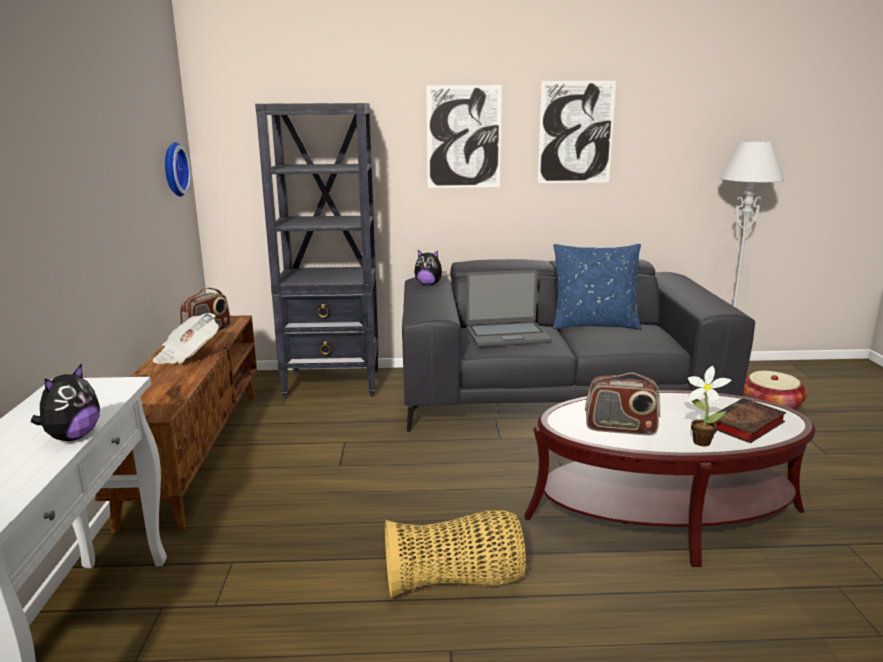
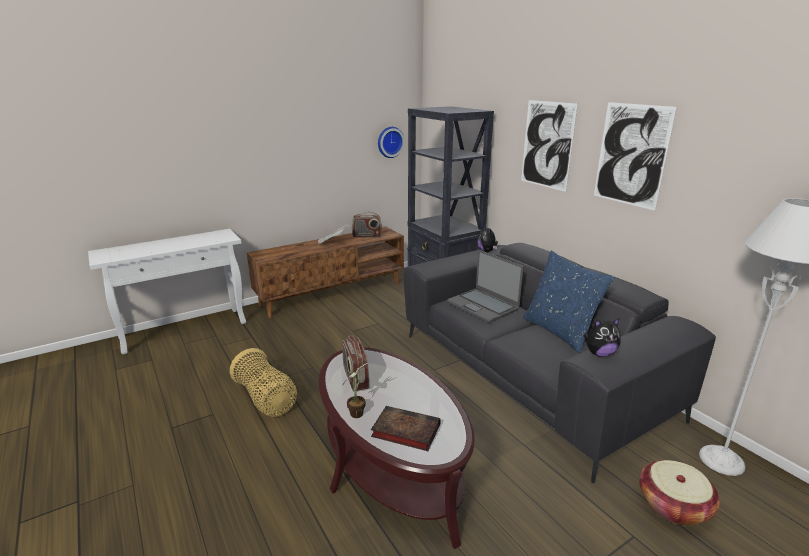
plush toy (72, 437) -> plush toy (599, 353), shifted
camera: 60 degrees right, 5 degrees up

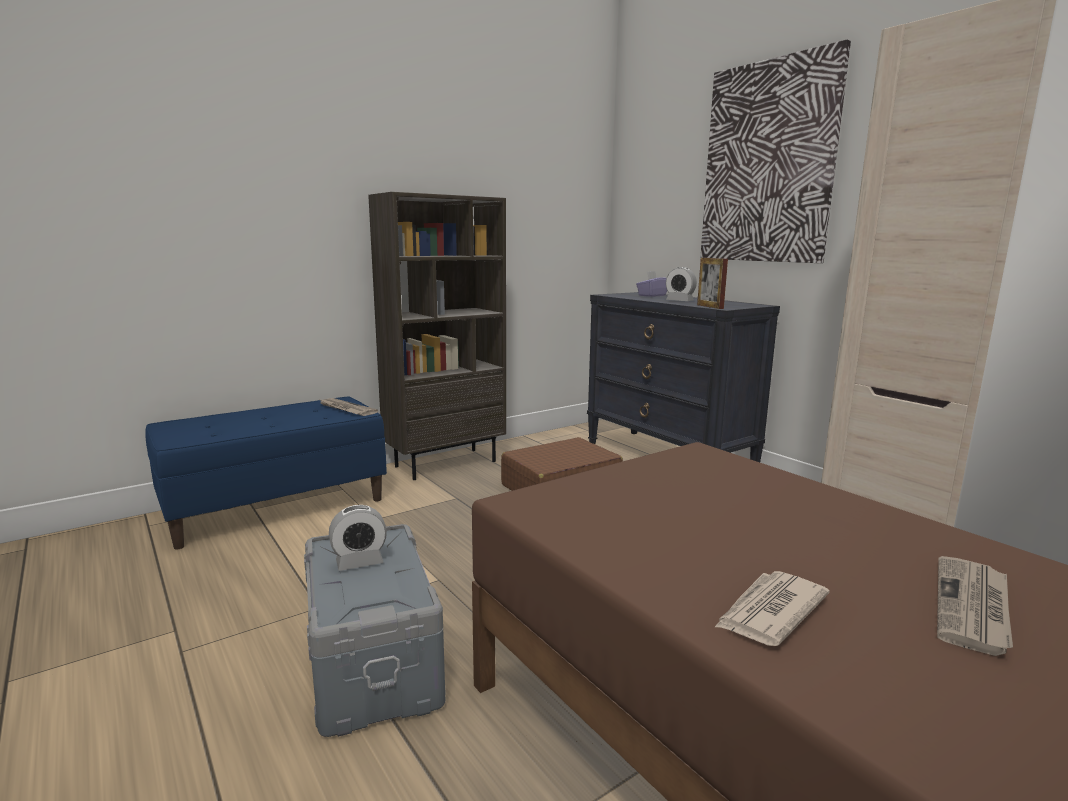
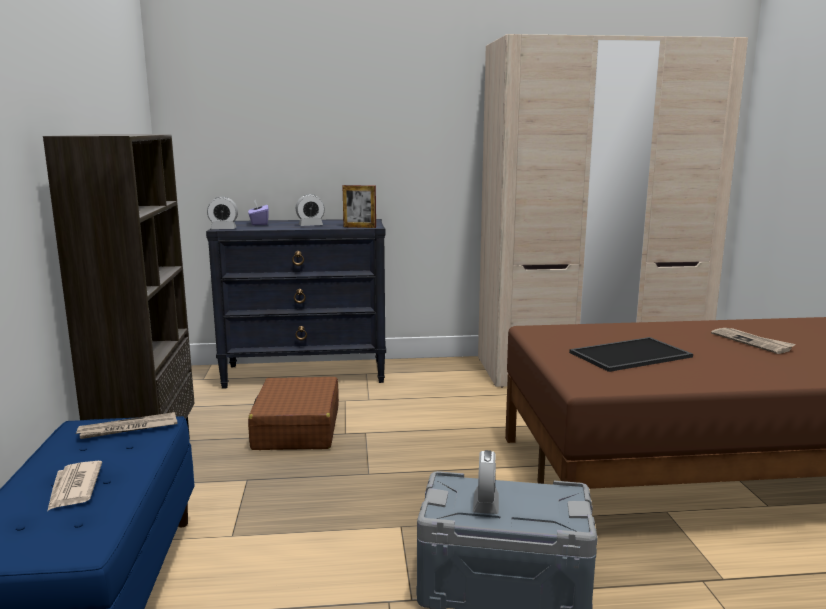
picture (768, 163) -> none
newspaper (769, 611) -> newspaper (74, 488), shifted
none -> bedside clock (223, 229)
none -> serving tray (630, 355)
camera: 60 degrees left, 0 degrees up

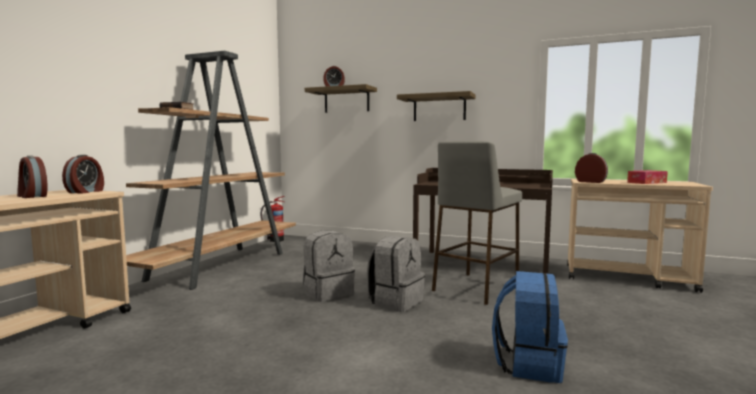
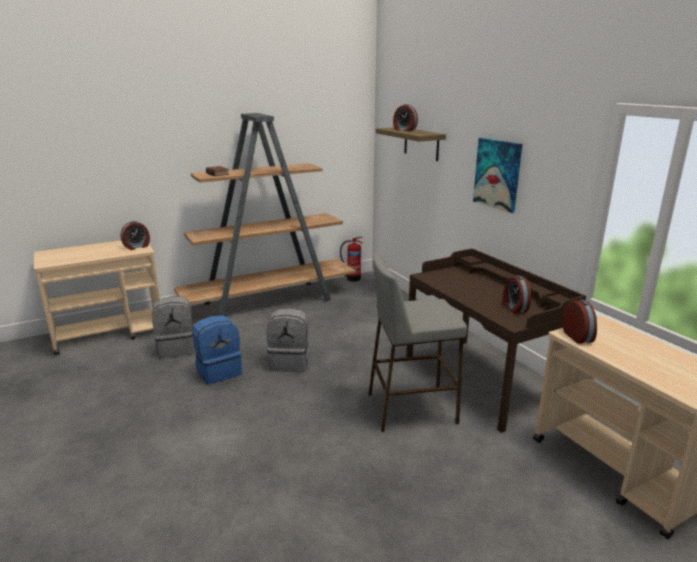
bedside clock (31, 196) -> bedside clock (514, 308), shifted
grey rucksack (395, 302) -> grey rucksack (177, 348), shifted
shelf (439, 108) -> picture (497, 174)
bluish rucksack (528, 364) -> bluish rucksack (219, 371), shifted
tissue box (646, 182) -> none
camera: 40 degrees right, 15 degrees up

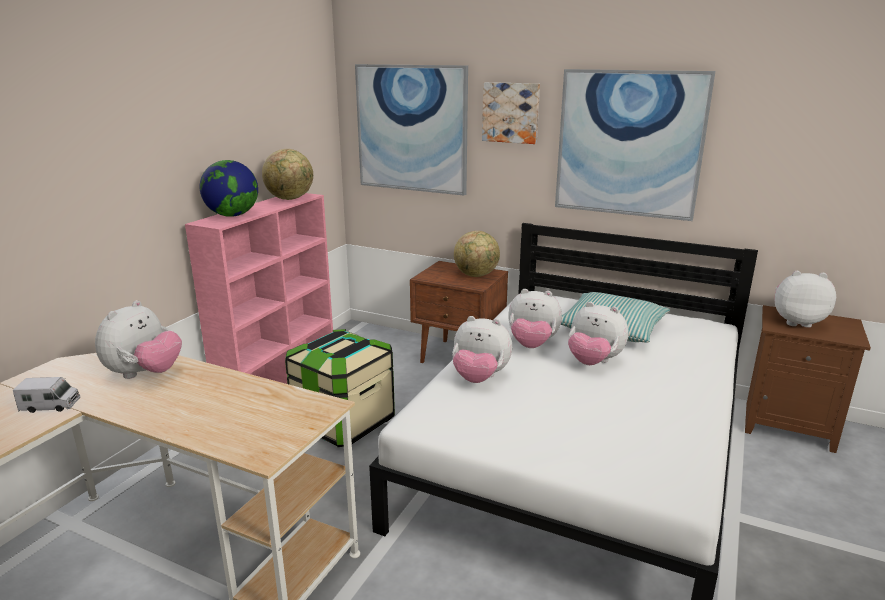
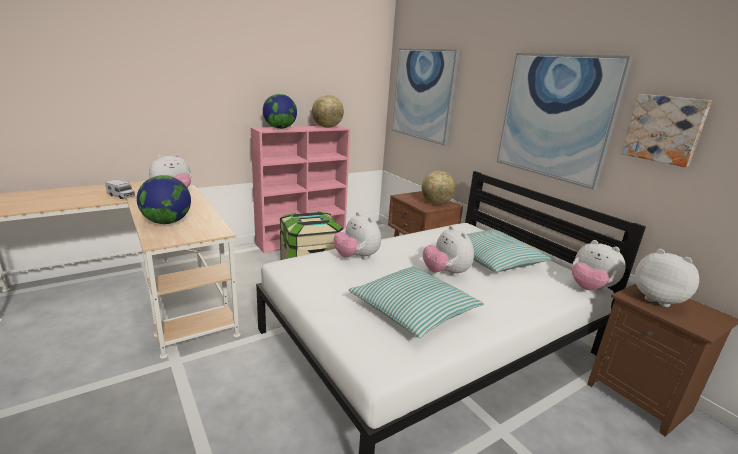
picture (511, 112) -> picture (664, 129), shifted
plush toy (532, 345) -> plush toy (590, 288), shifted
none -> world globe (167, 222)
none -> pillow (413, 310)
camera: 30 degrees right, 0 degrees up

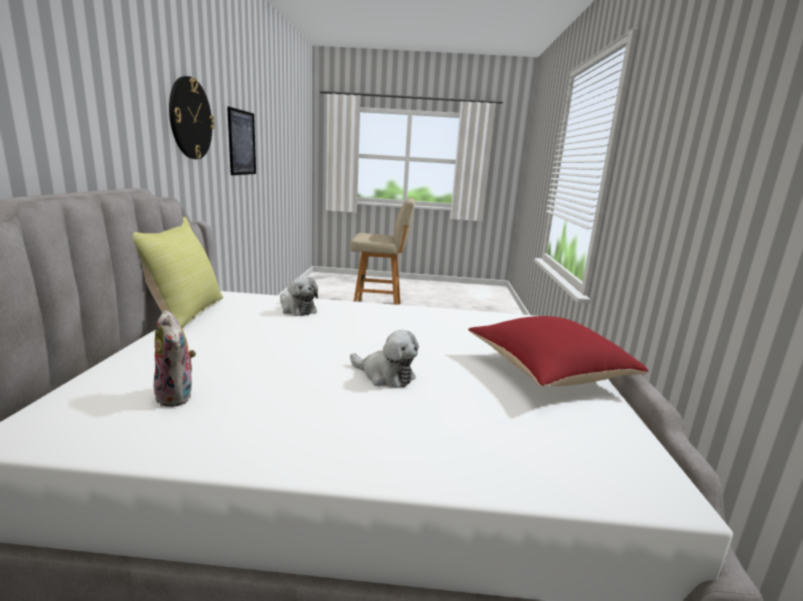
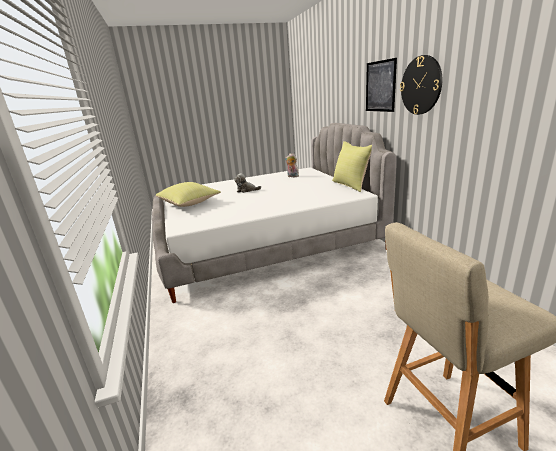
picture (242, 143) -> picture (380, 86), shifted
plush toy (297, 309) -> none
red pillow (545, 372) -> yellowish pillow (190, 204)
camera: 160 degrees right, 5 degrees up

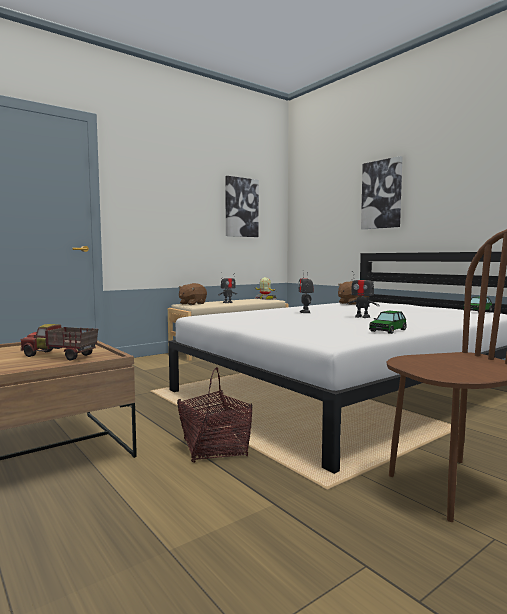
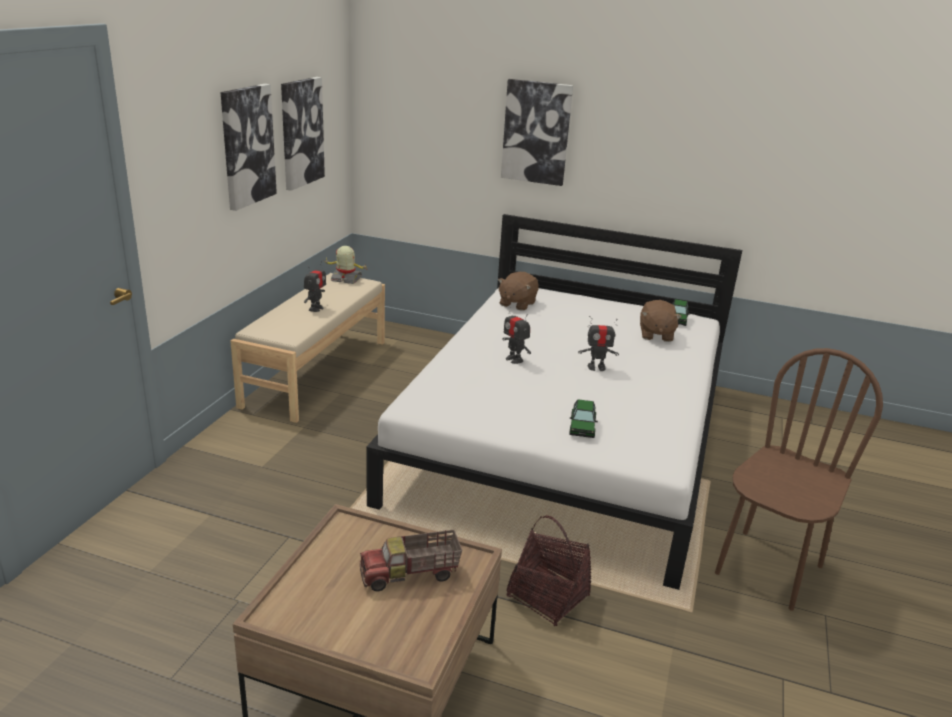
brown-coloured plush toy (192, 304) -> brown-coloured plush toy (655, 335), shifted
miniature car (388, 330) -> miniature car (582, 427), shifted
none -> picture (247, 146)
camera: 35 degrees left, 20 degrees up

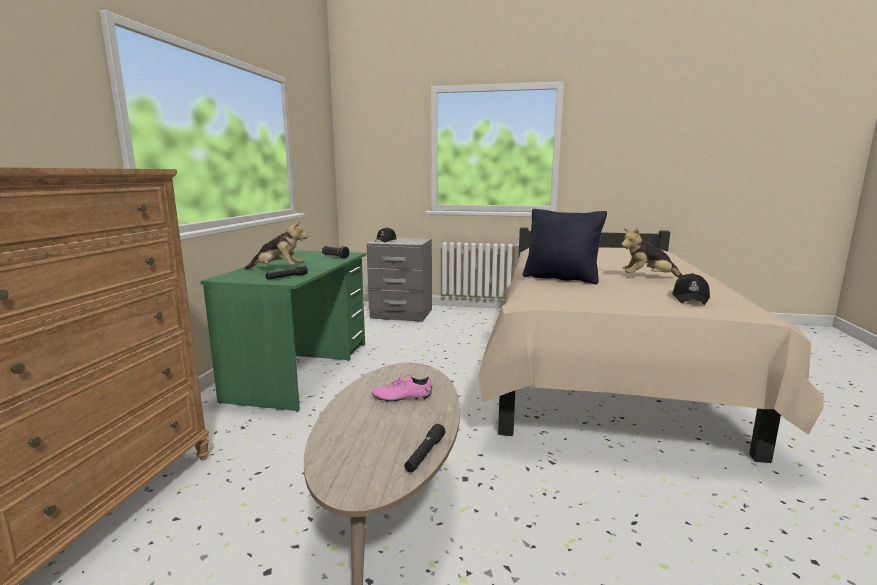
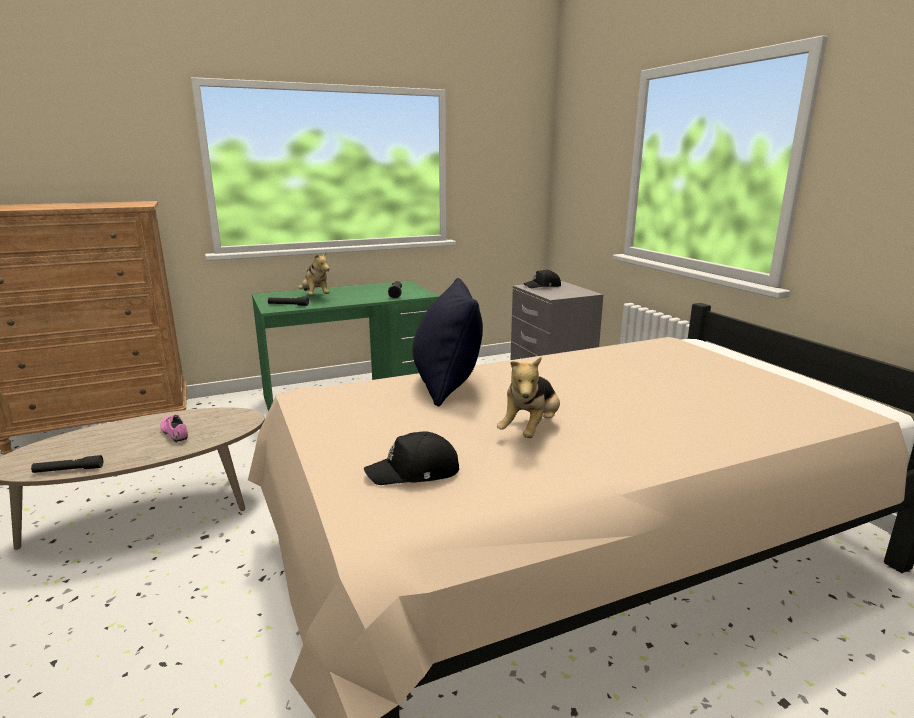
plush toy (647, 278) -> plush toy (530, 430), 120 degrees counterclockwise
camera: 55 degrees right, 5 degrees up

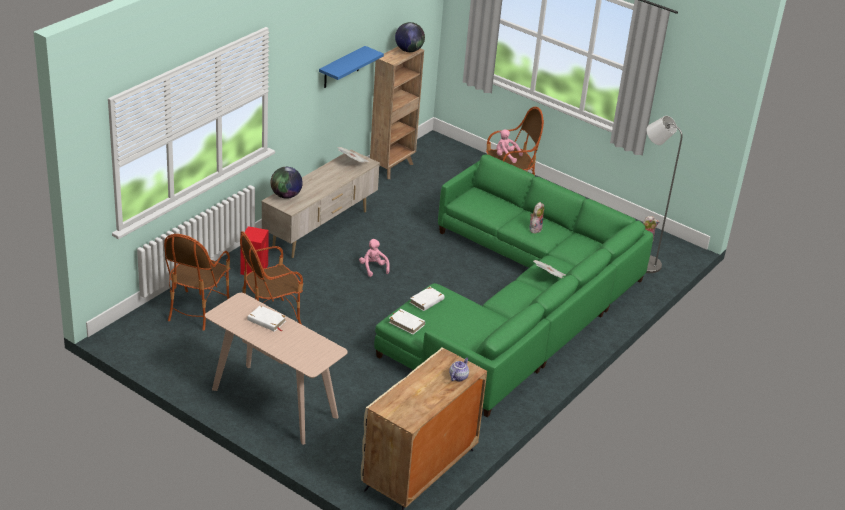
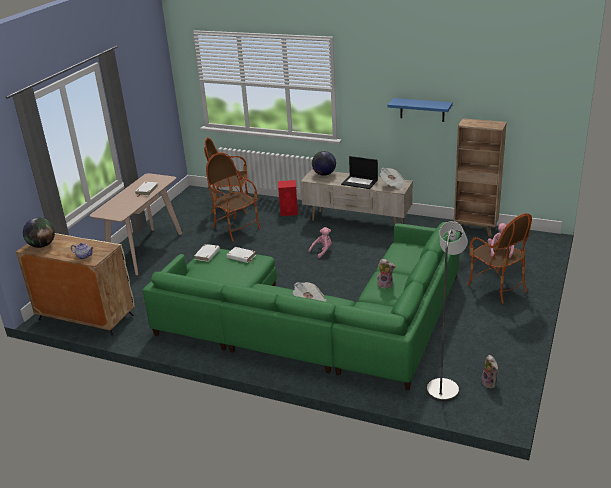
world globe (408, 50) -> world globe (42, 245), shifted
none -> notebook computer (360, 182)
camera: 80 degrees right, 5 degrees down

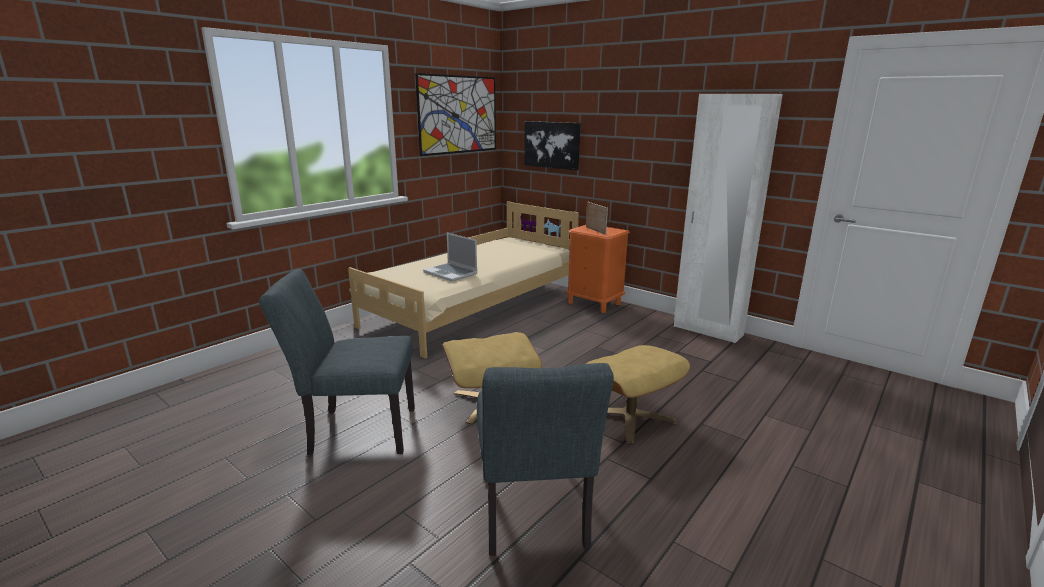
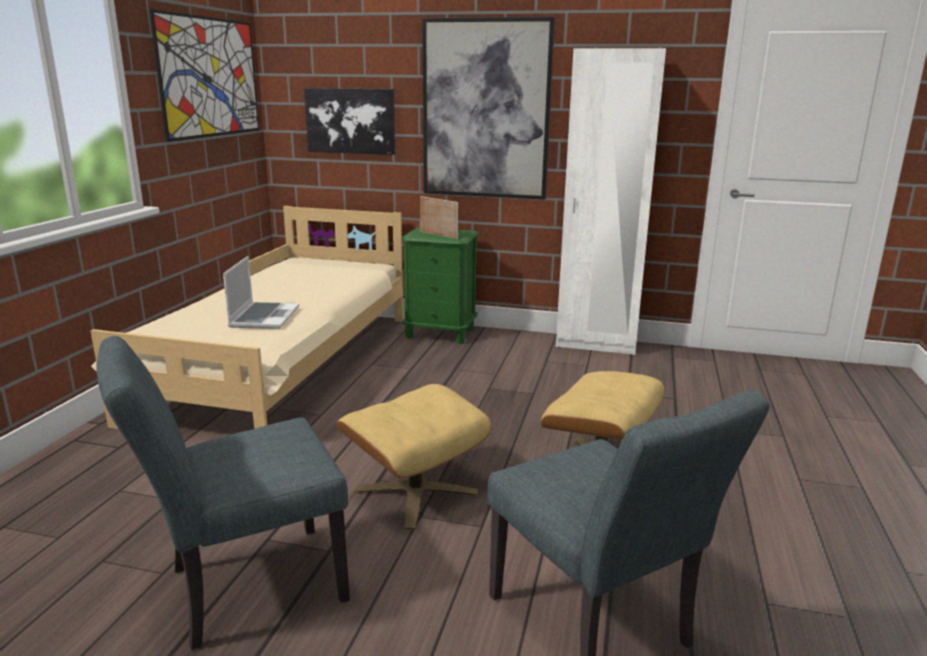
notebook computer (451, 273) -> notebook computer (264, 317), 105 degrees counterclockwise
orangey nightstand (594, 303) -> greenish nightstand (440, 333)
none -> picture (486, 110)
camera: 25 degrees left, 0 degrees up

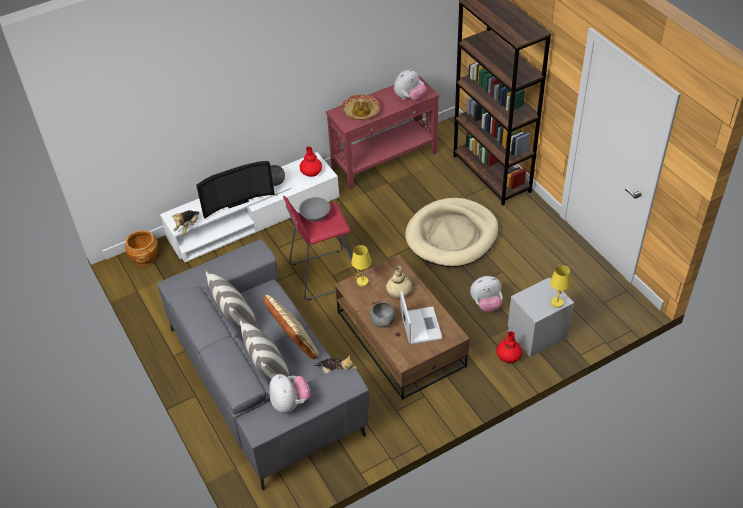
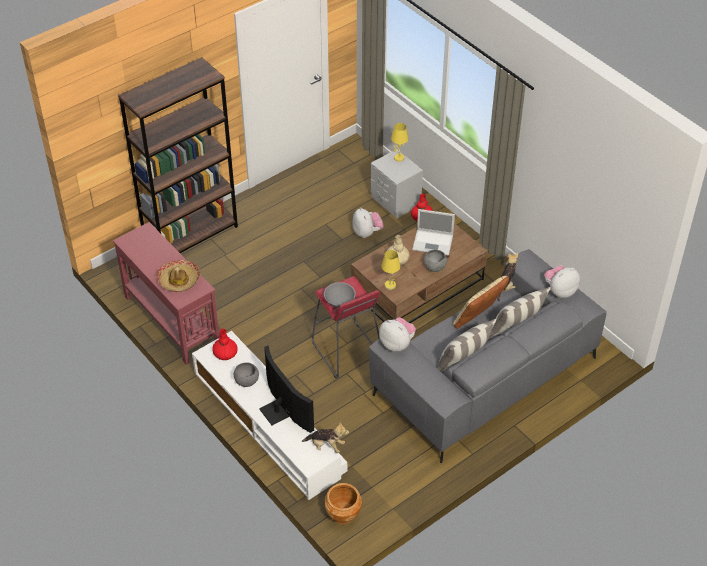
plush toy (409, 98) -> plush toy (397, 344), shifted
notebook computer (420, 325) -> notebook computer (433, 242), 150 degrees counterclockwise
beige pet bed (452, 235) -> none
camera: 100 degrees left, 0 degrees up

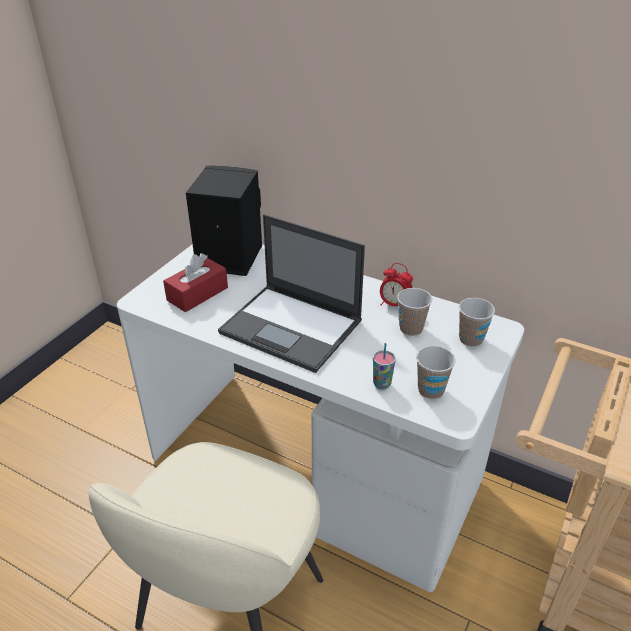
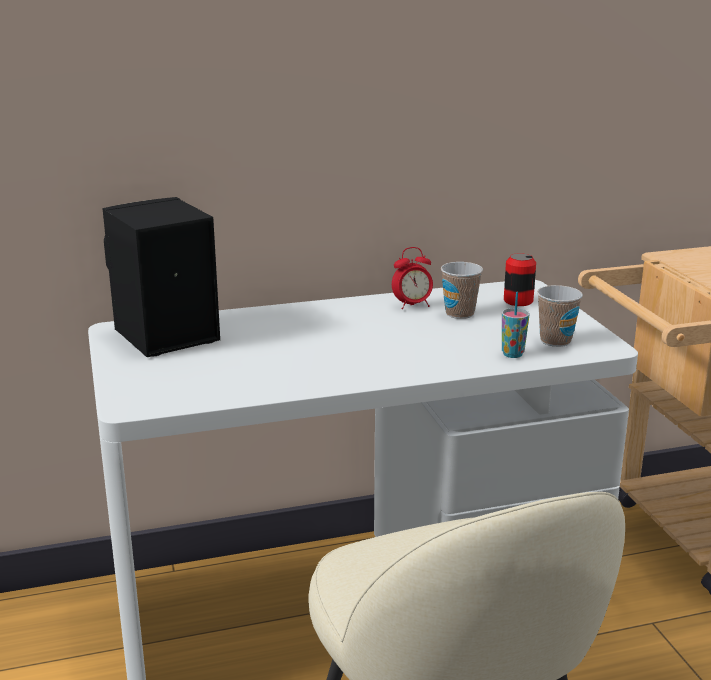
red tissue box (197, 294) -> none
notebook computer (292, 327) -> none
cup (471, 339) -> metal can (518, 301)
camera: 45 degrees left, 15 degrees down

